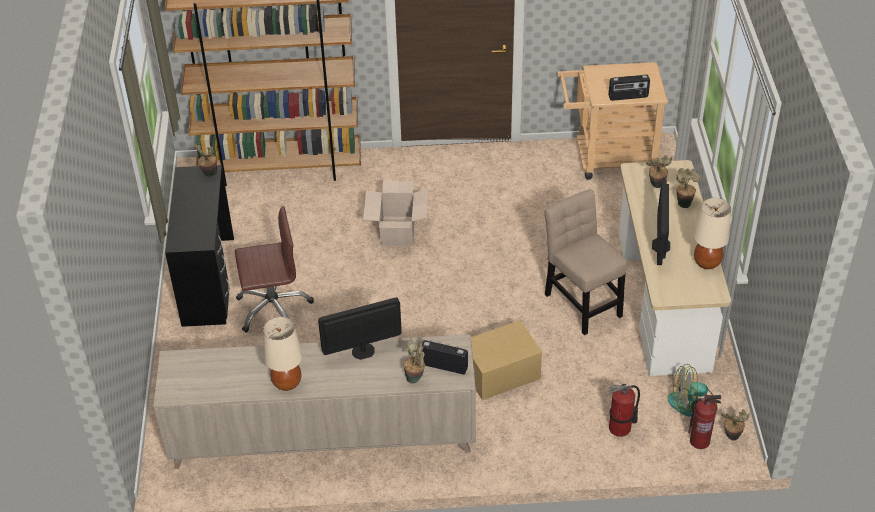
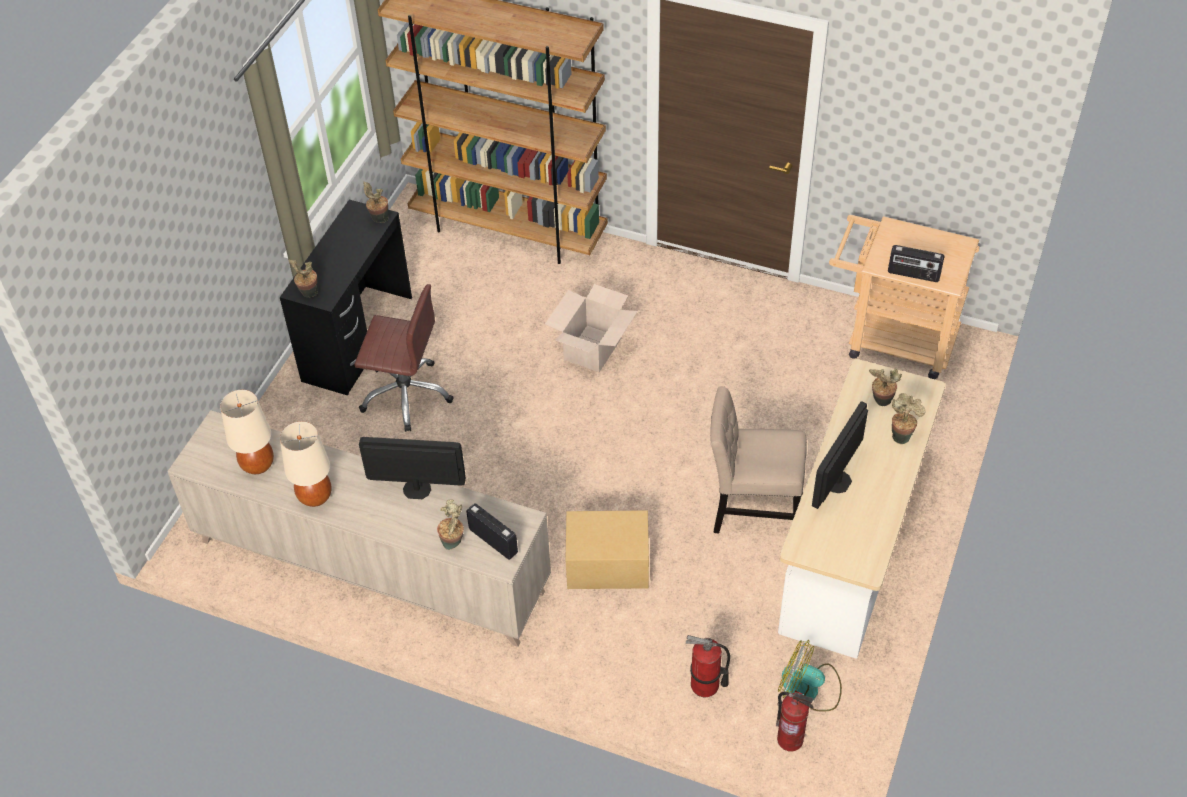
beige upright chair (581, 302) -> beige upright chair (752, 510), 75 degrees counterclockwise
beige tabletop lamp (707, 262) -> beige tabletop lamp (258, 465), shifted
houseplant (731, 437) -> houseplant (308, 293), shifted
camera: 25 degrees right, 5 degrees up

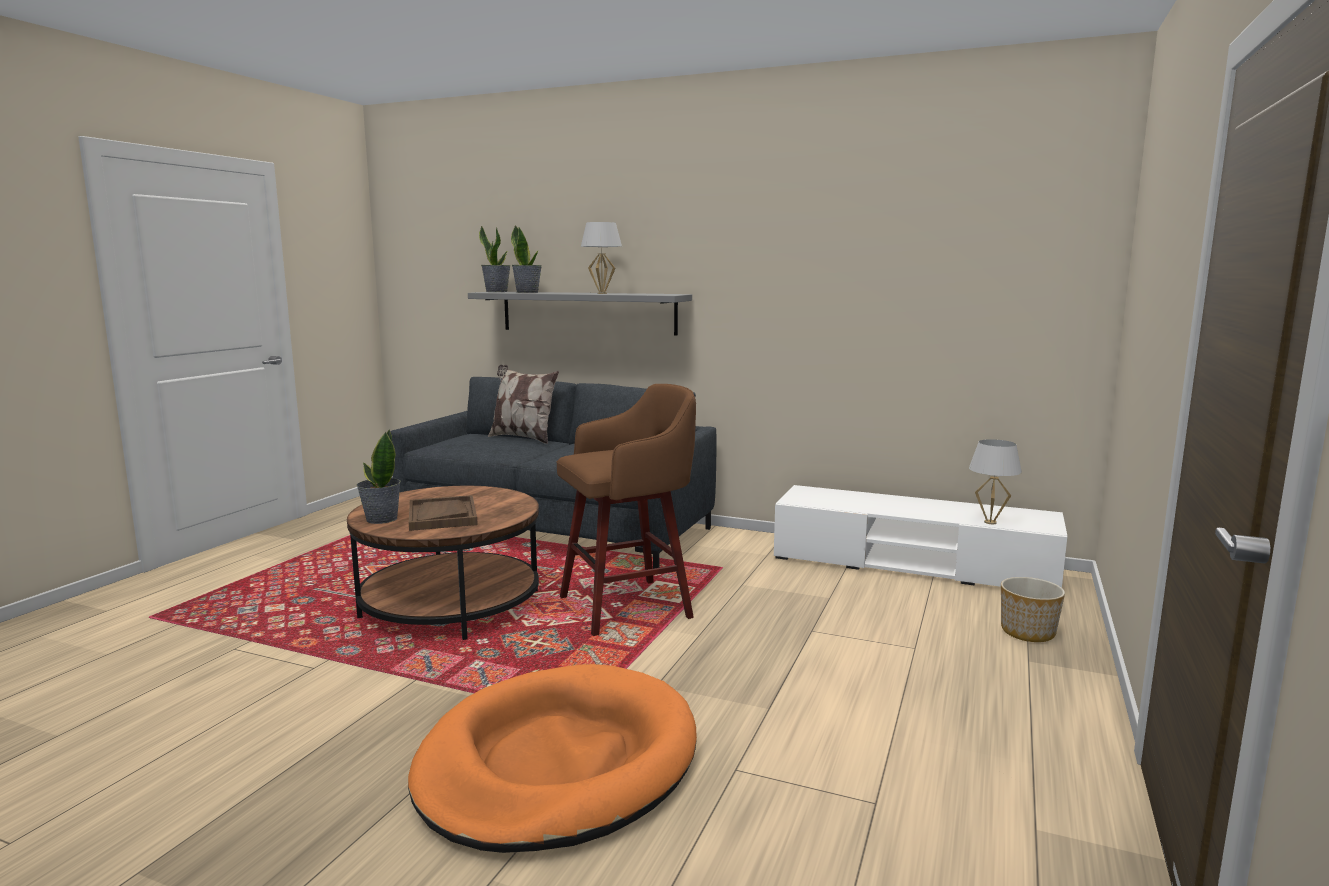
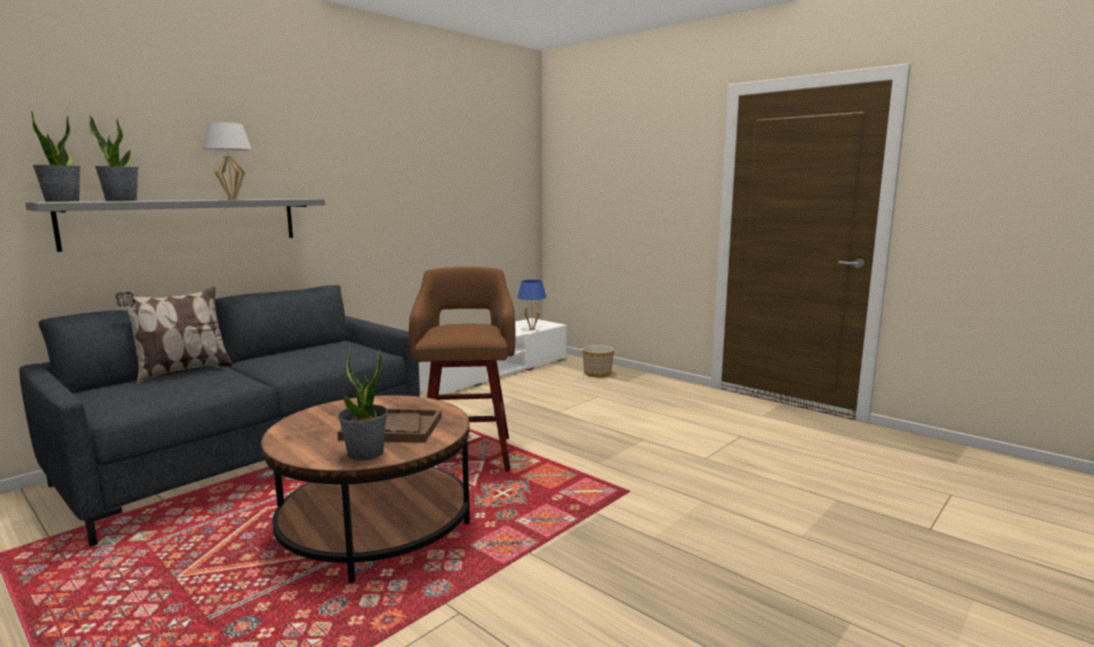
orangey pet bed (558, 763) -> none
whitish tabletop lamp (990, 522) -> bluish tabletop lamp (532, 329)
camera: 70 degrees left, 0 degrees up

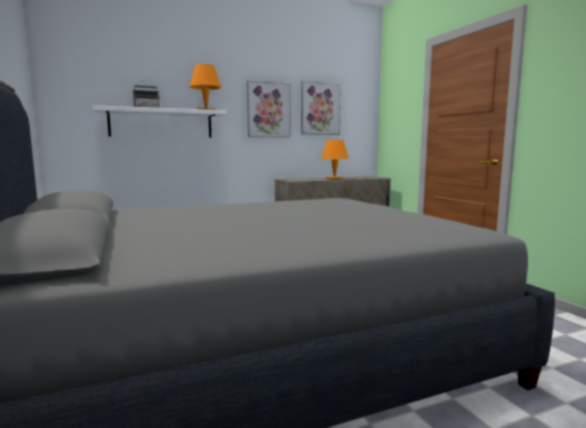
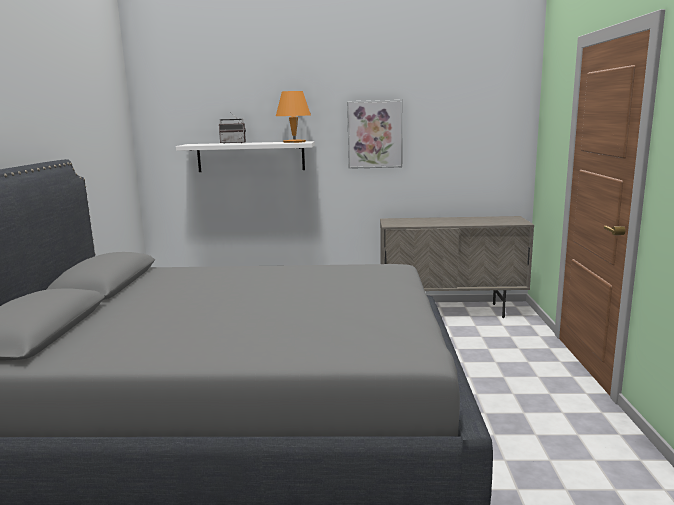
picture (320, 108) -> none
orangey tabletop lamp (334, 178) -> none
camera: 25 degrees right, 5 degrees up

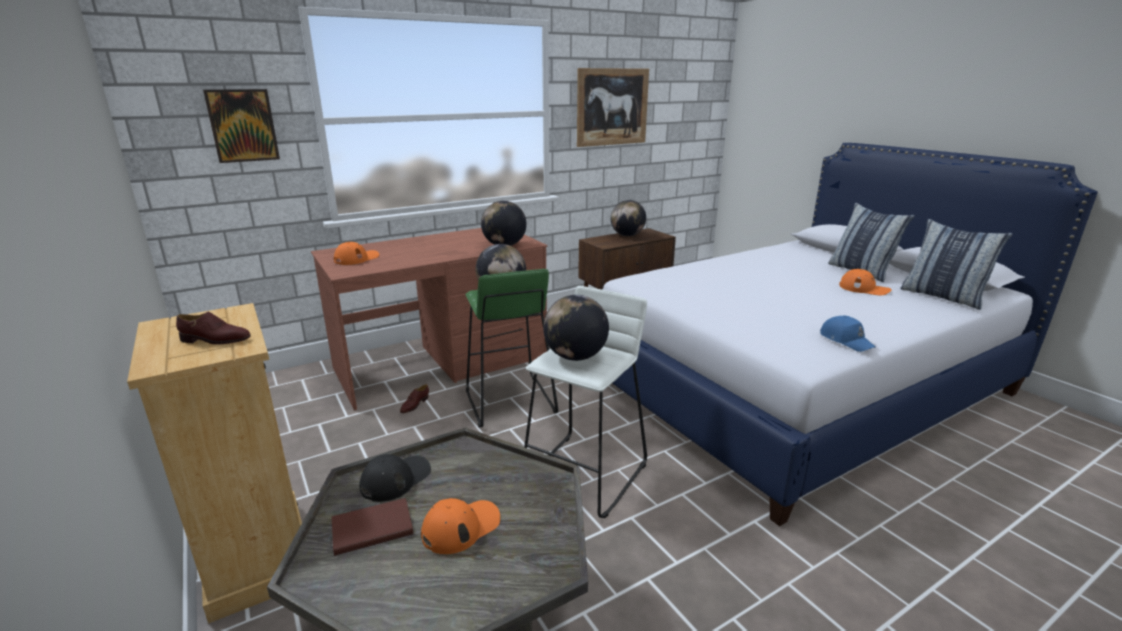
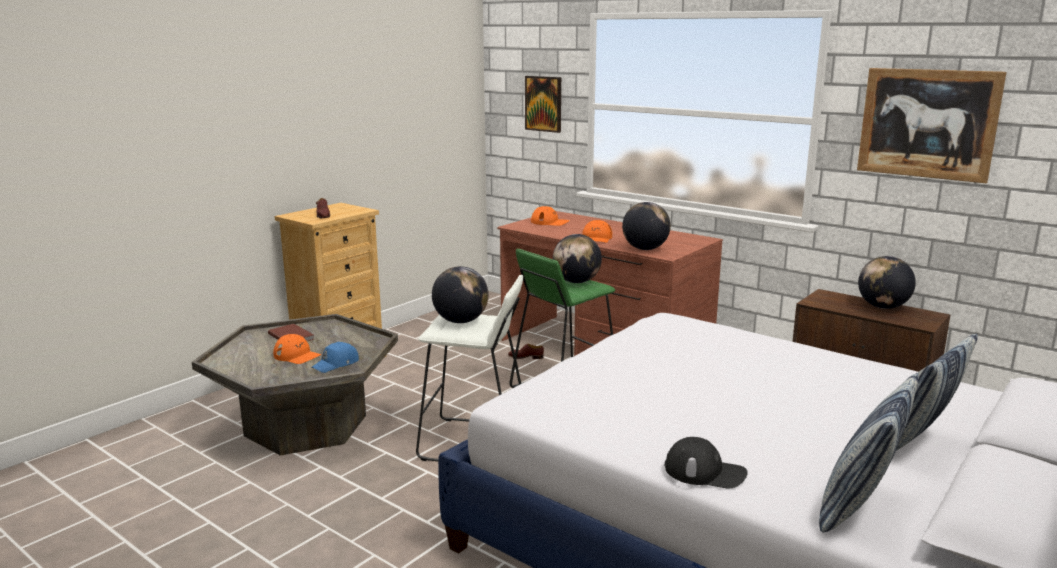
blackish peaked cap (396, 479) -> blackish peaked cap (705, 472), shifted
bluish peaked cap (846, 340) -> bluish peaked cap (336, 364), shifted
orangey peaked cap (864, 288) -> orangey peaked cap (596, 238), shifted
camera: 70 degrees right, 5 degrees down

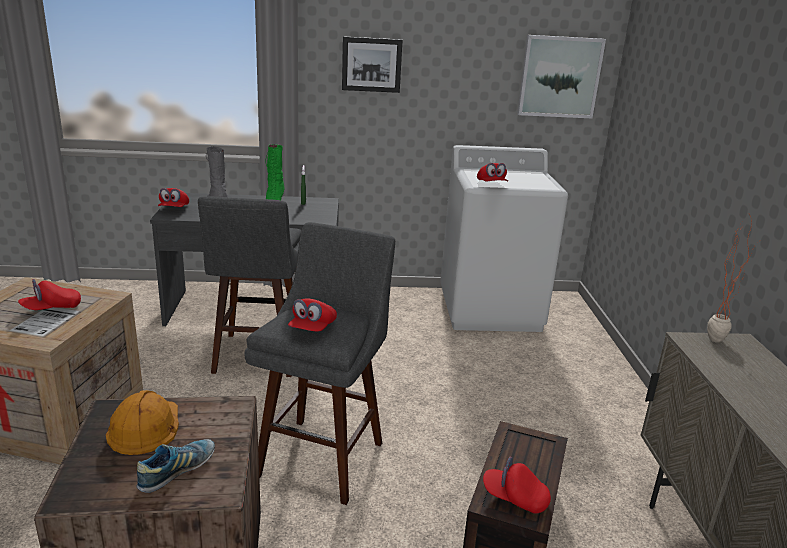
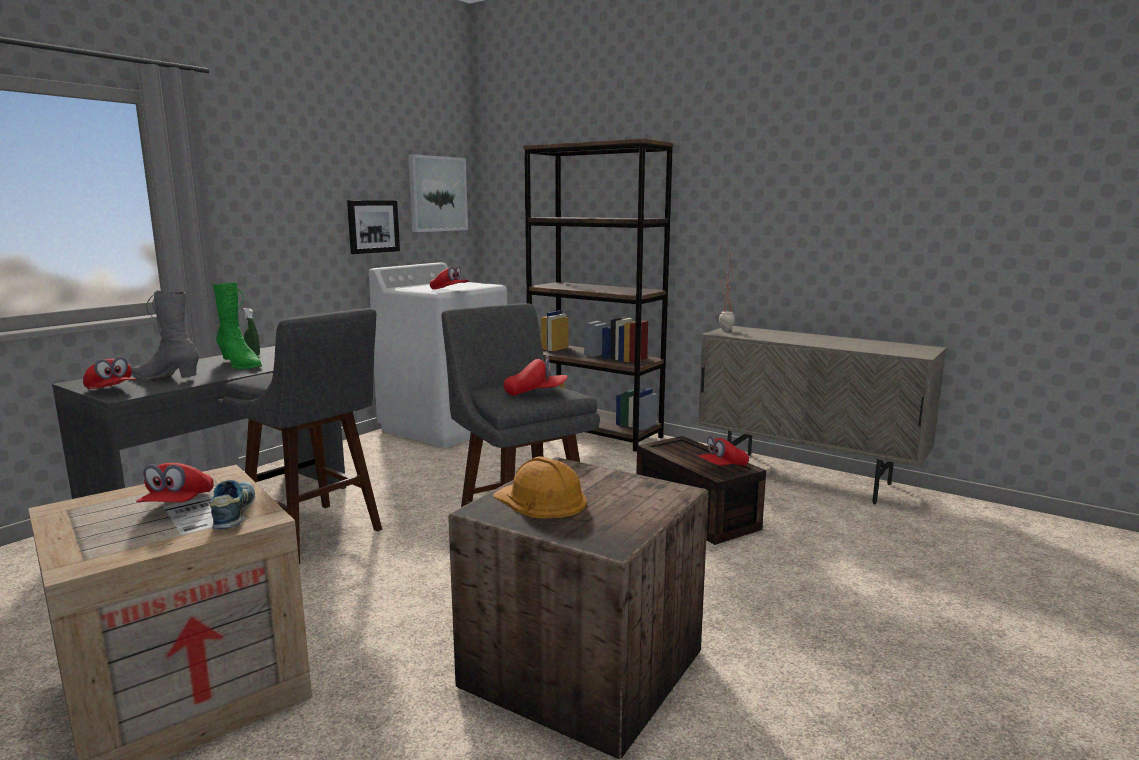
low shoe (177, 471) -> low shoe (234, 514), shifted
red peaked cap (312, 329) -> red peaked cap (535, 393), 60 degrees counterclockwise
picture (371, 64) -> picture (373, 226), shifted
none -> brown-coloured bookcase (594, 432)
camera: 50 degrees left, 10 degrees down

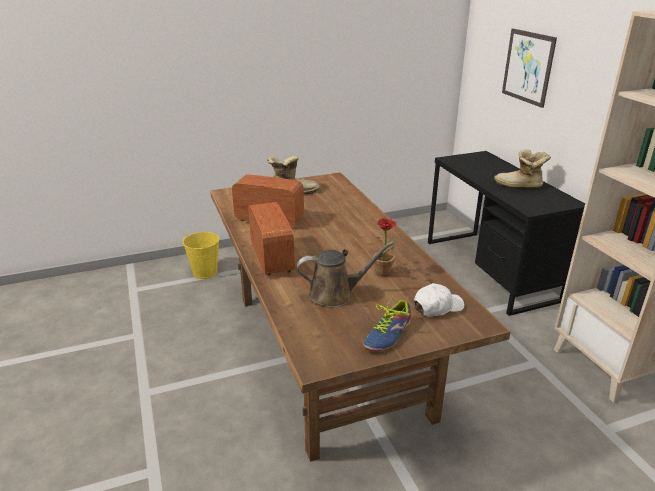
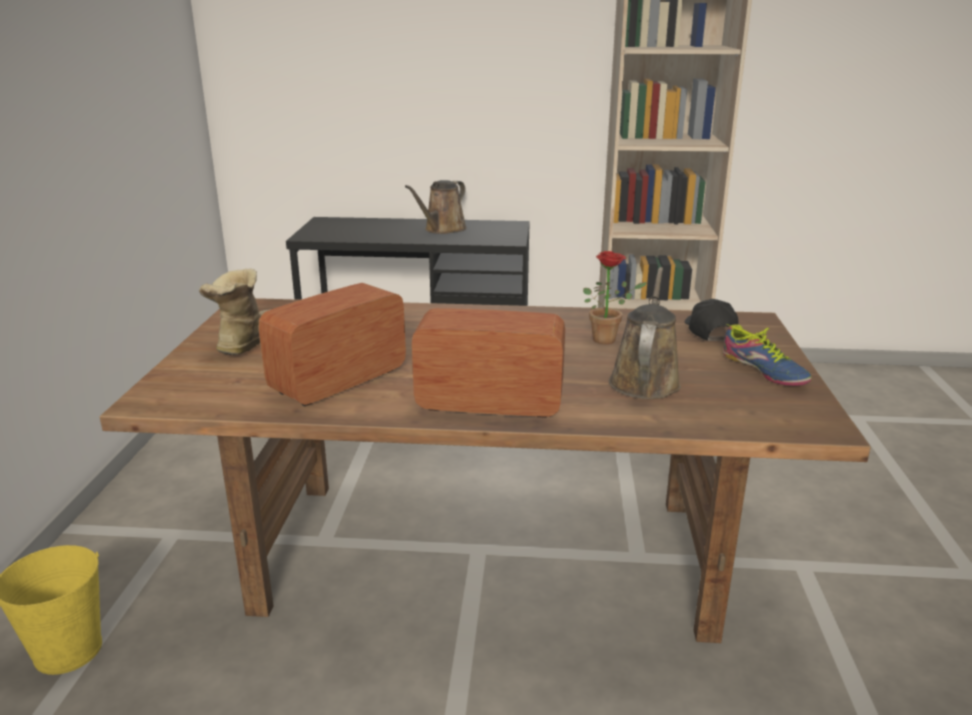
whitish peaked cap (437, 307) -> blackish peaked cap (709, 331)
high-top boot (519, 186) -> brown-coloured sprinkling can (442, 230)
picture (528, 67) -> none
camera: 65 degrees left, 5 degrees down

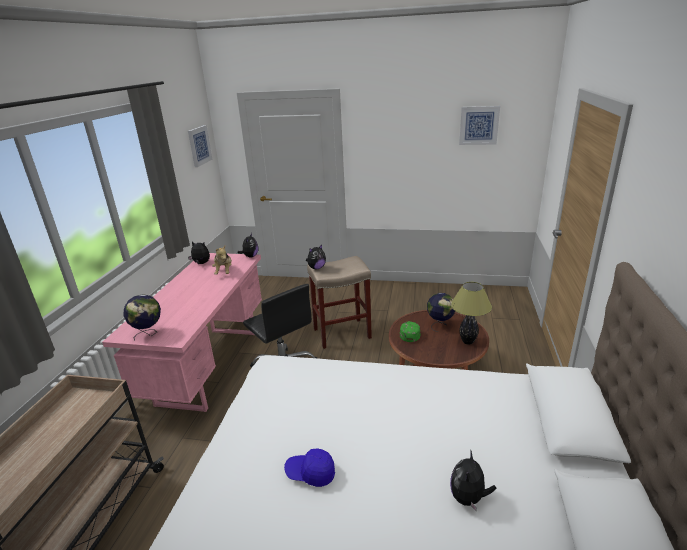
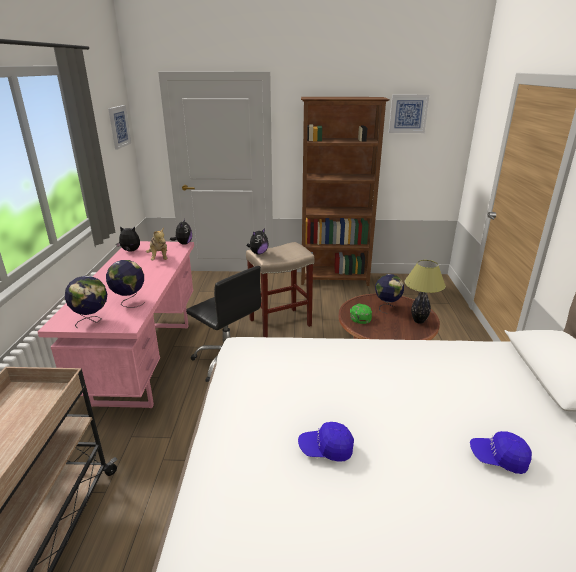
plush toy (468, 498) -> bluish peaked cap (498, 458)
none -> world globe (129, 302)
none -> brown-coloured bookcase (335, 279)
camera: 10 degrees left, 0 degrees up

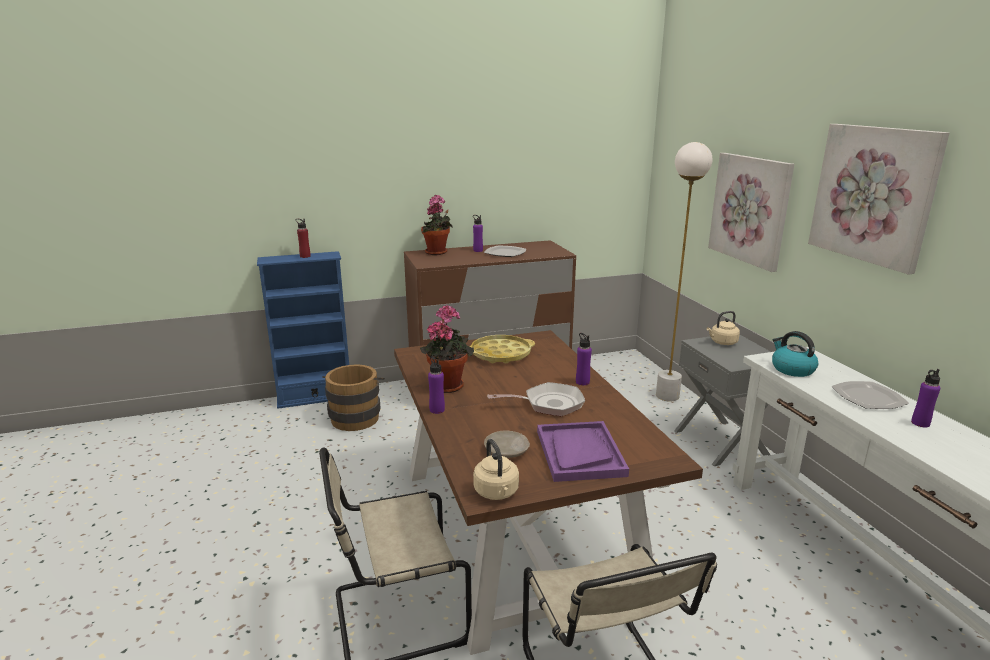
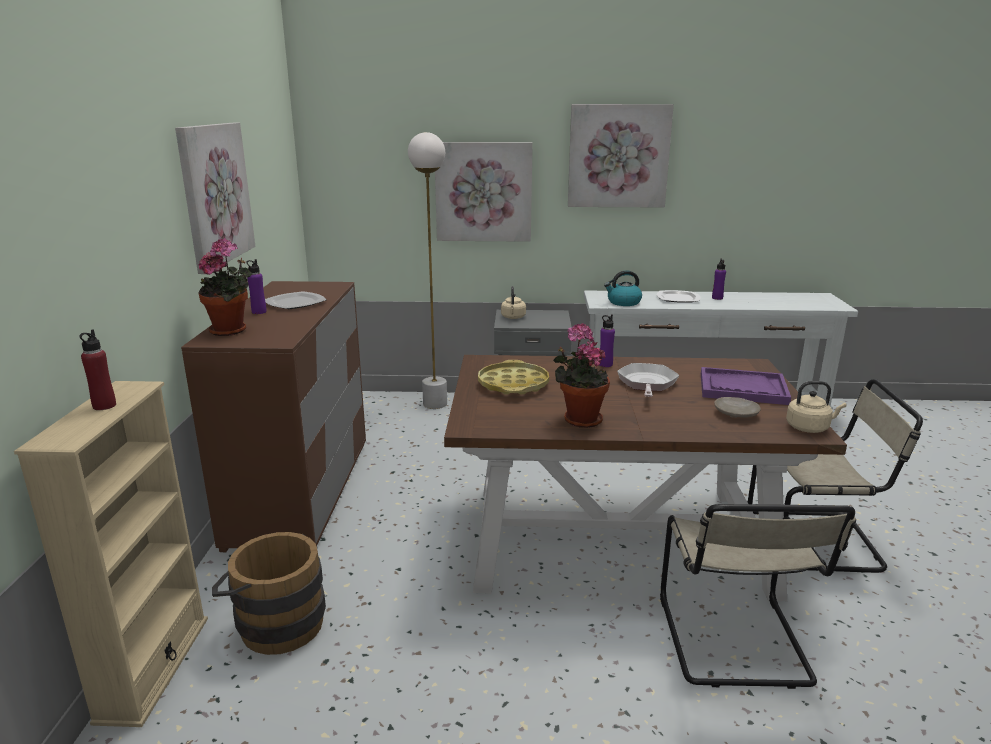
bluish bookcase (315, 397) -> beige bookcase (154, 667)
purple-coloured drink bottle (437, 410) -> none
none -> picture (214, 194)
camera: 70 degrees left, 0 degrees up

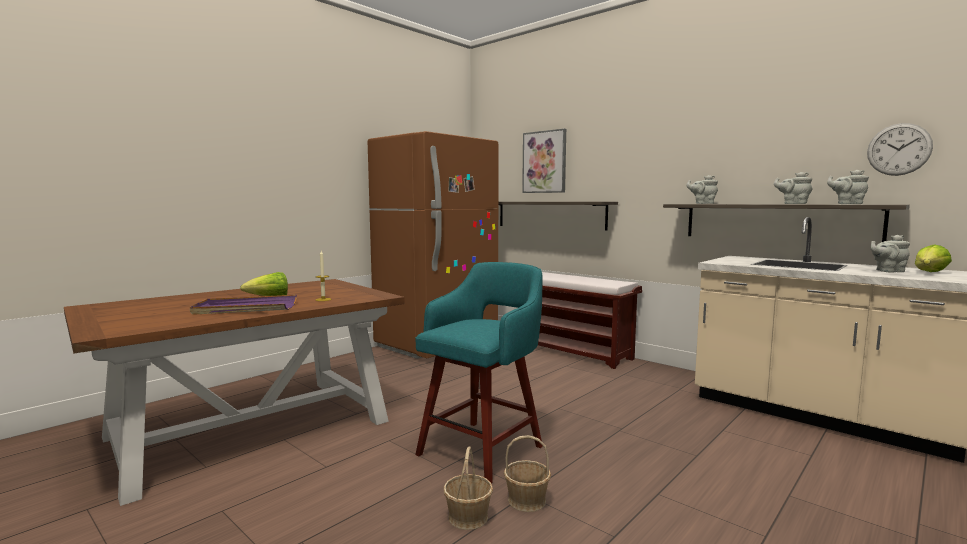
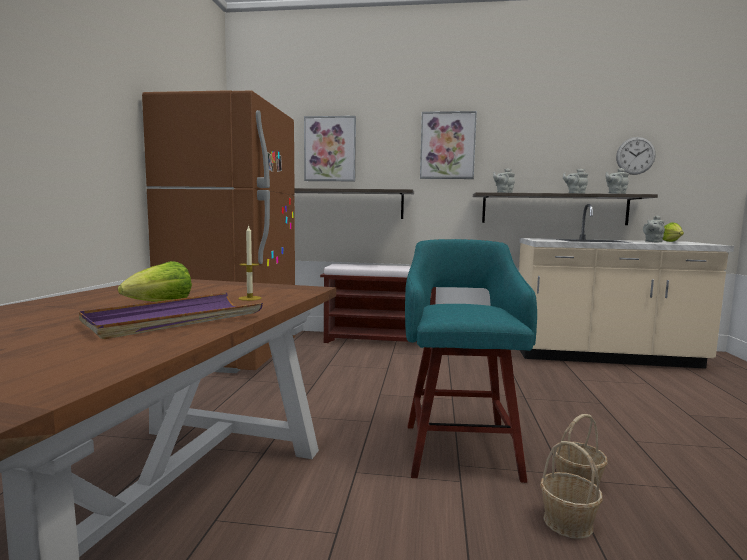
none -> picture (447, 146)
camera: 35 degrees left, 0 degrees up

